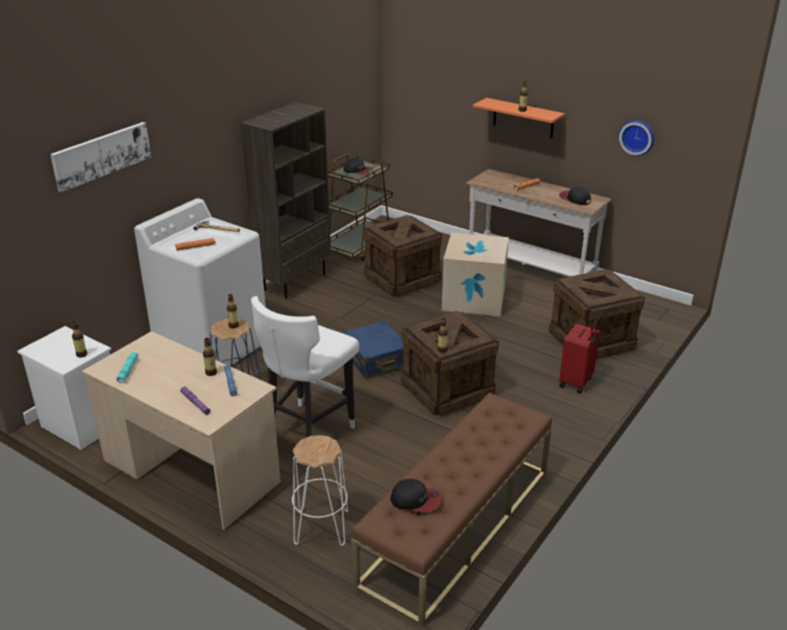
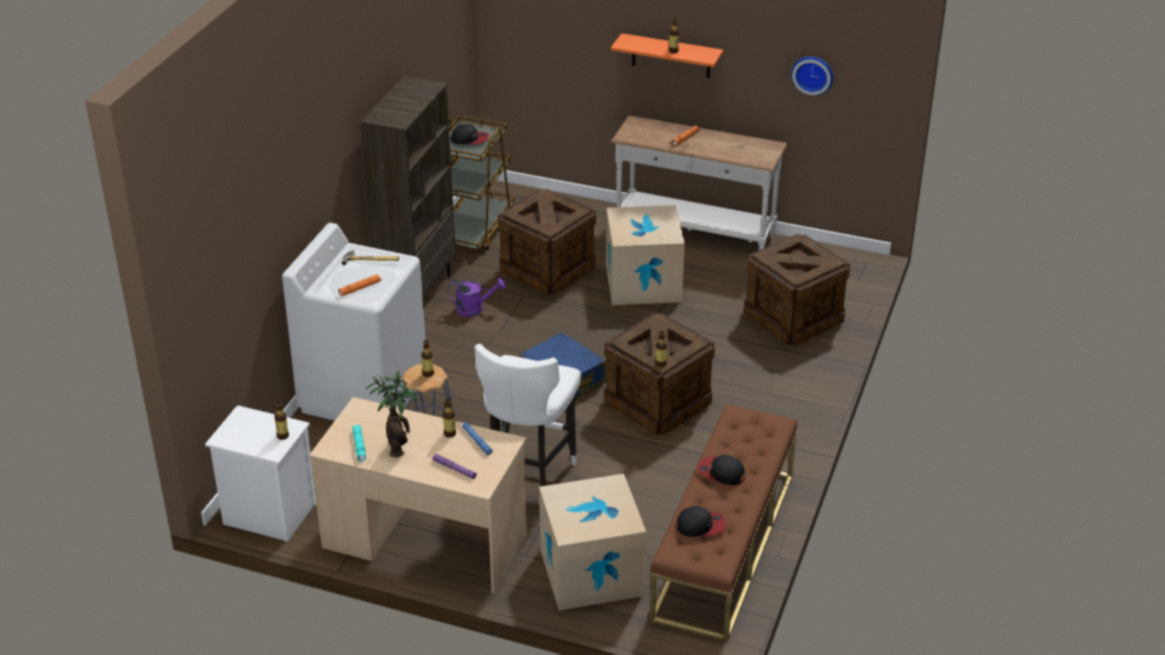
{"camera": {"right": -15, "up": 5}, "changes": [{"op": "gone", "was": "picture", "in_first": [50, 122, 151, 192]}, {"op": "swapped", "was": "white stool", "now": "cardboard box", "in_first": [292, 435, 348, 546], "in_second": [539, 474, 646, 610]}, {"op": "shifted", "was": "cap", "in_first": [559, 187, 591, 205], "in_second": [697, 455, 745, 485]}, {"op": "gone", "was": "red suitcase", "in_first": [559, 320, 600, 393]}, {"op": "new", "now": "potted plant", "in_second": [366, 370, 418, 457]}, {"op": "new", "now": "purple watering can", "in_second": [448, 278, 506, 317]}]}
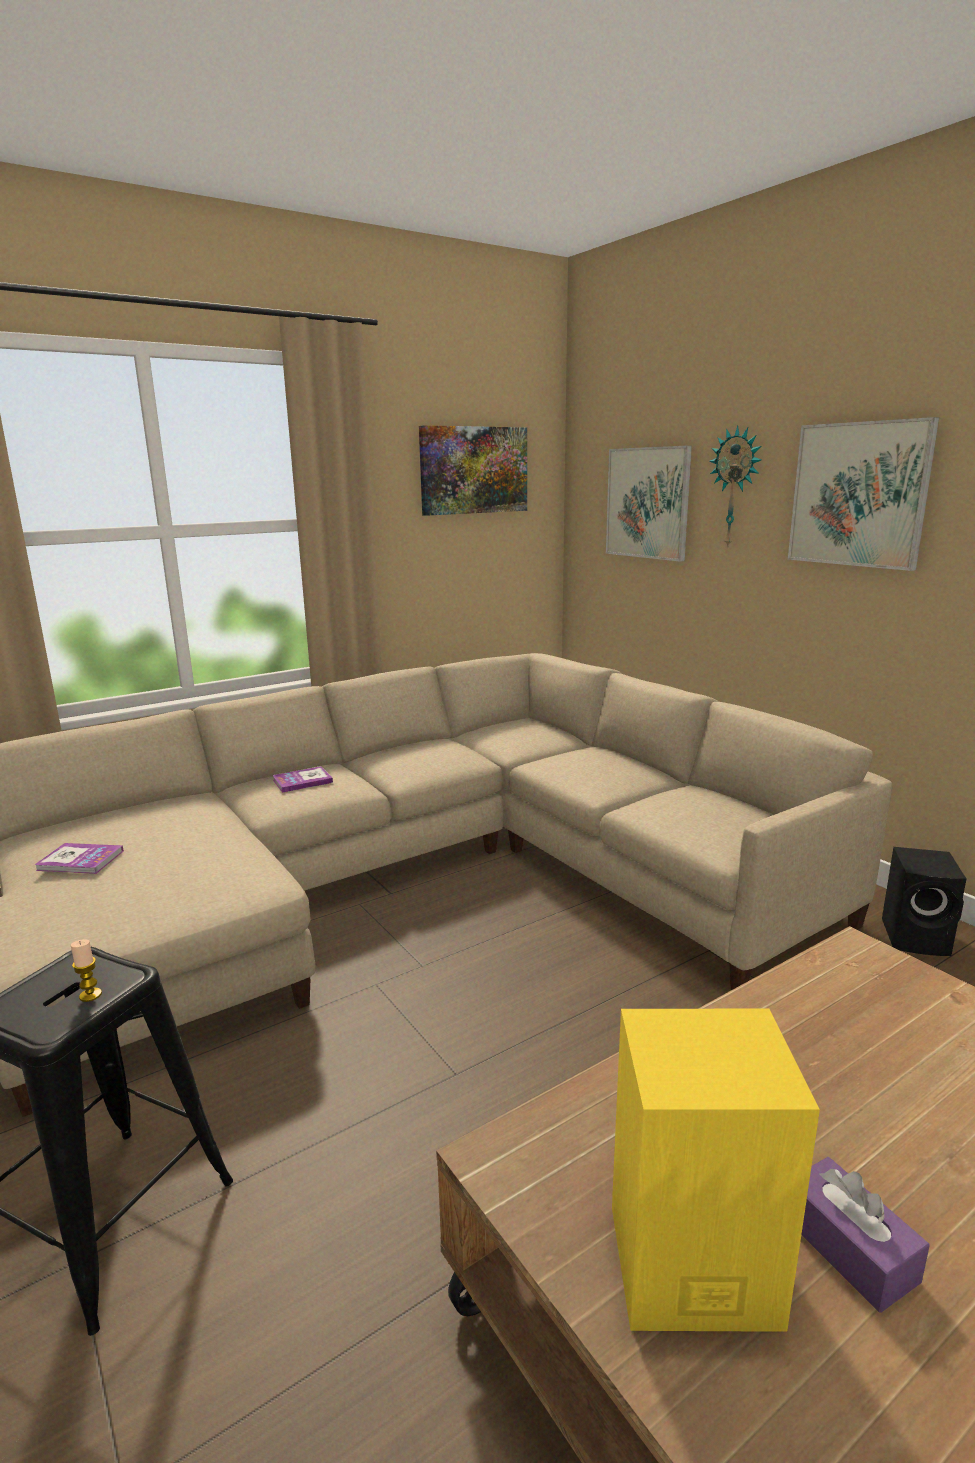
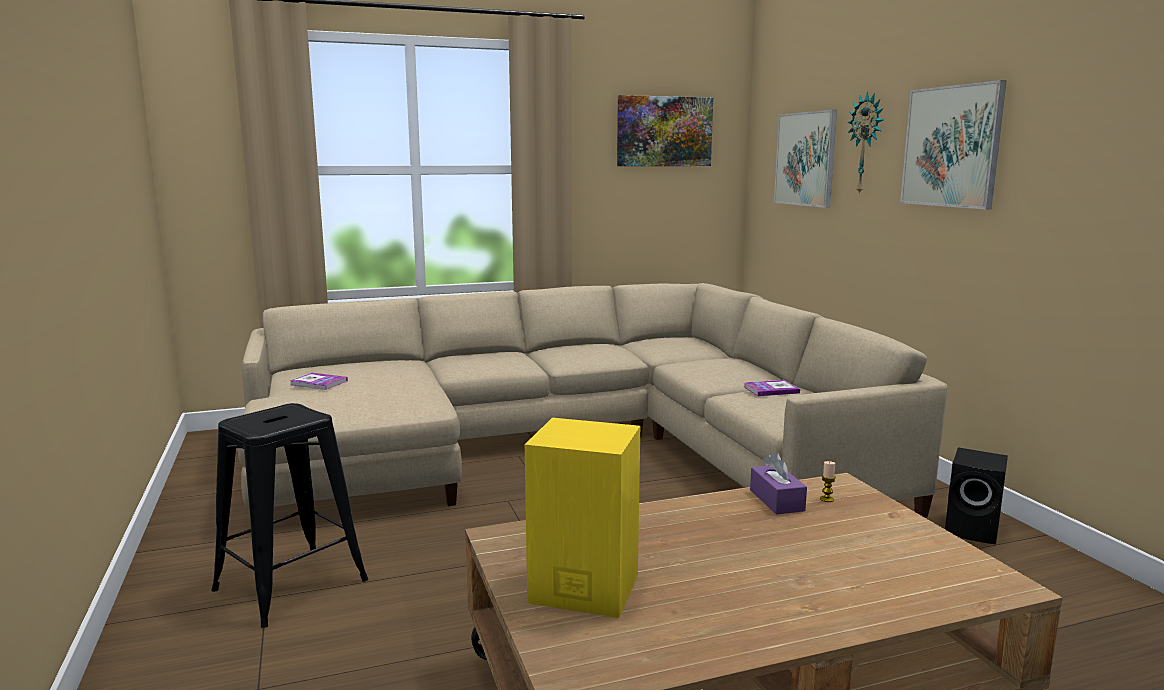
{"camera": {"right": 15, "up": -5}, "changes": [{"op": "shifted", "was": "candle", "in_first": [71, 939, 102, 1002], "in_second": [820, 461, 836, 502]}, {"op": "shifted", "was": "book", "in_first": [272, 766, 333, 793], "in_second": [743, 380, 800, 396]}, {"op": "shifted", "was": "purple tissue box", "in_first": [802, 1157, 930, 1313], "in_second": [750, 453, 807, 514]}]}
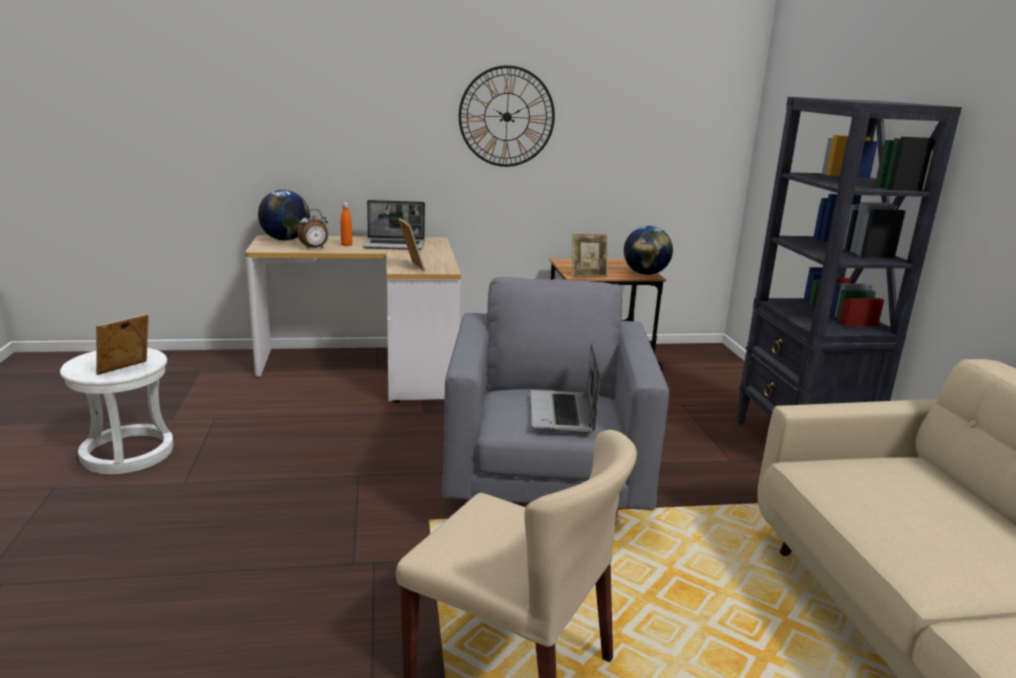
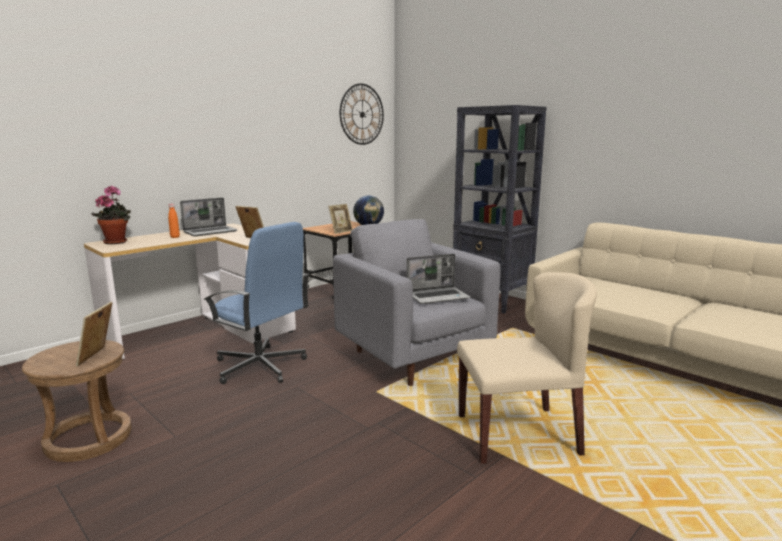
{"camera": {"right": -35, "up": -5}, "changes": [{"op": "repainted", "was": "white stool", "now": "brown stool", "in_first": [60, 348, 174, 474], "in_second": [22, 340, 132, 462]}, {"op": "swapped", "was": "globe", "now": "potted plant", "in_first": [258, 190, 310, 241], "in_second": [92, 186, 131, 244]}, {"op": "gone", "was": "alarm clock", "in_first": [298, 209, 328, 249]}, {"op": "shifted", "was": "wall clock", "in_first": [459, 65, 555, 167], "in_second": [340, 84, 384, 145]}, {"op": "rotated", "was": "laptop", "in_first": [531, 343, 600, 433], "in_second": [406, 254, 471, 304], "clockwise": -75}, {"op": "new", "now": "blue office chair", "in_second": [204, 222, 309, 384]}]}
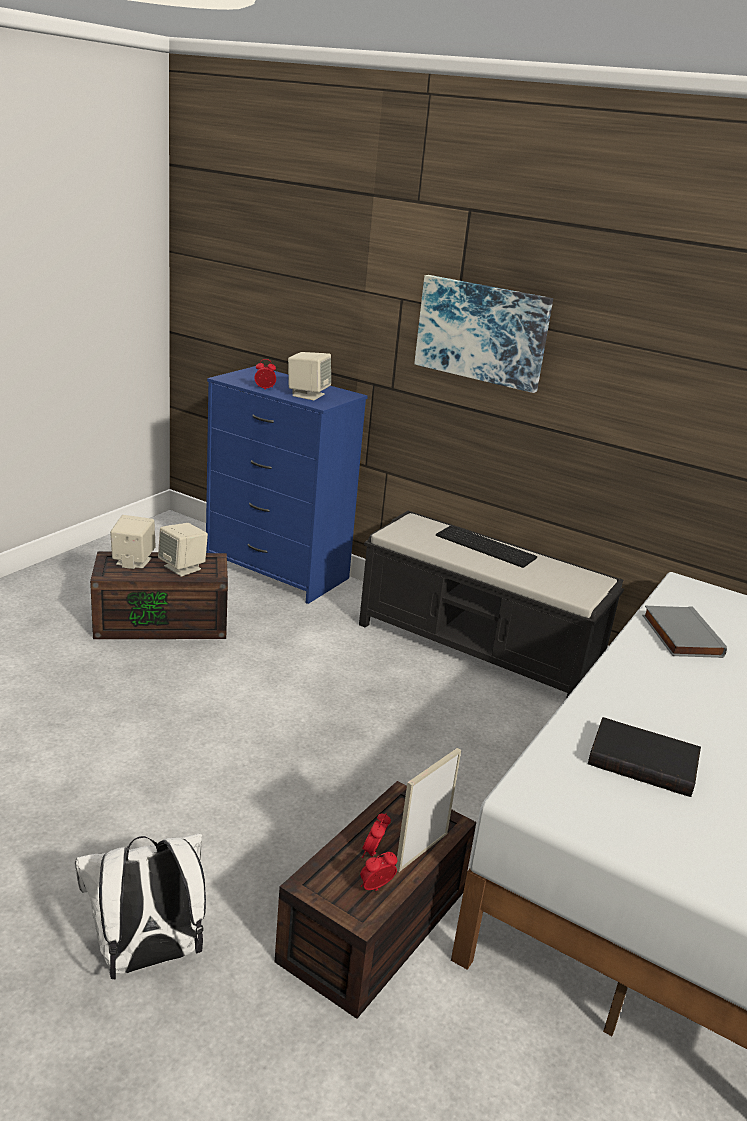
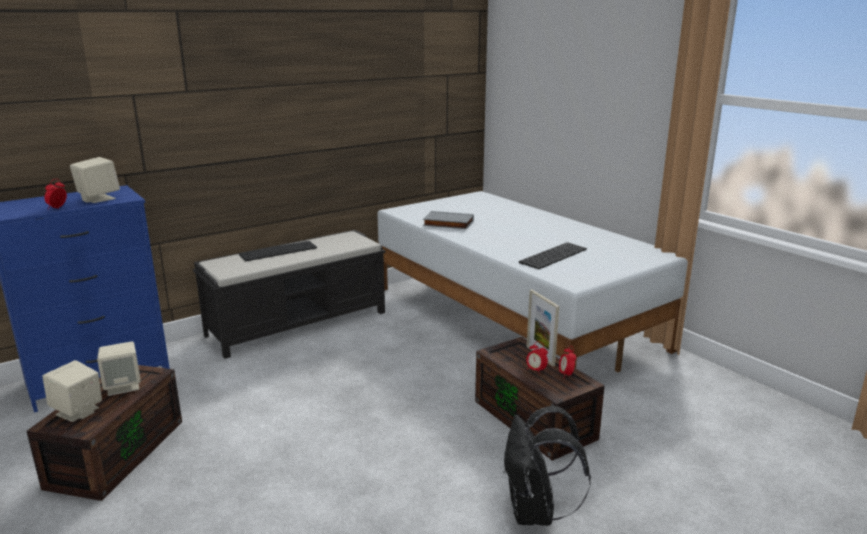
{"camera": {"right": -65, "up": -5}, "changes": [{"op": "repainted", "was": "white backpack", "now": "black backpack", "in_first": [75, 833, 206, 980], "in_second": [504, 406, 591, 526]}, {"op": "gone", "was": "picture", "in_first": [414, 275, 553, 393]}, {"op": "swapped", "was": "black book", "now": "keyboard", "in_first": [588, 717, 701, 797], "in_second": [519, 242, 587, 269]}]}
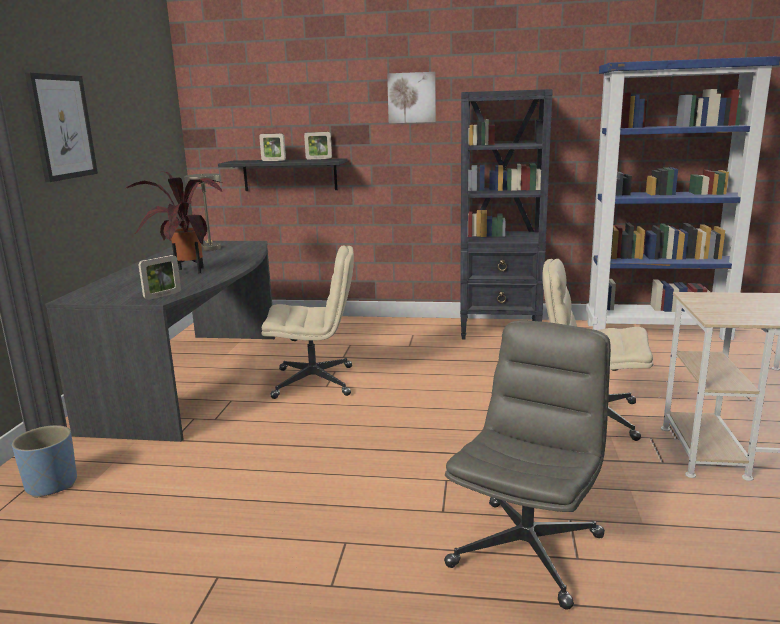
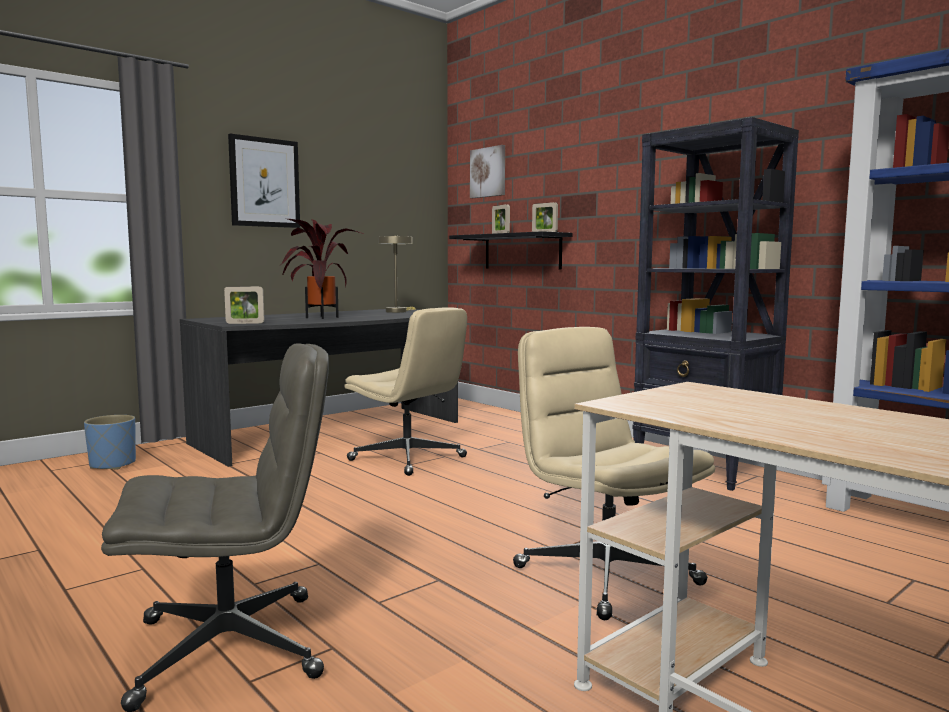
{"camera": {"right": 40, "up": -10}, "changes": [{"op": "shifted", "was": "picture", "in_first": [387, 72, 436, 123], "in_second": [470, 145, 505, 198]}]}
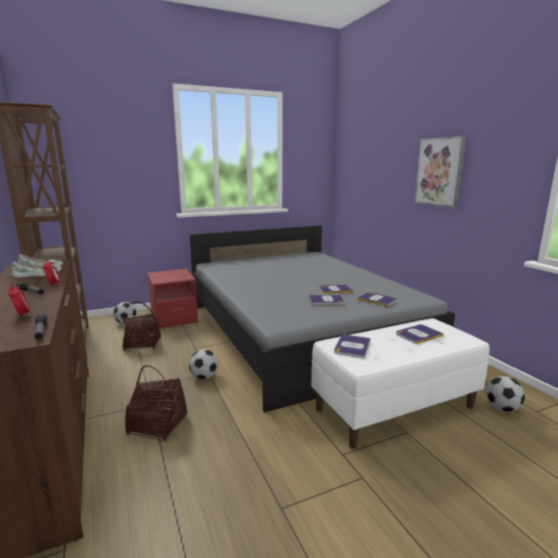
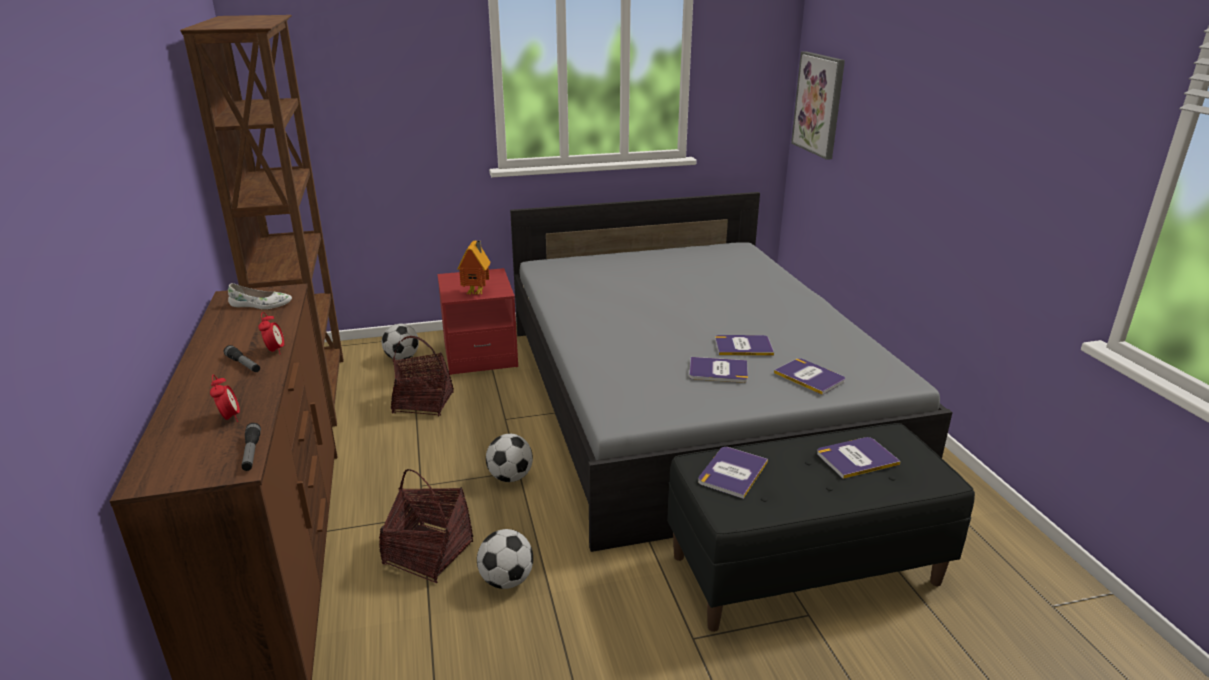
{"camera": {"right": 10, "up": 10}, "changes": [{"op": "gone", "was": "white shoe", "in_first": [12, 261, 62, 278]}, {"op": "repainted", "was": "white bench", "now": "black bench", "in_first": [311, 318, 489, 449], "in_second": [667, 423, 975, 632]}, {"op": "shifted", "was": "picture", "in_first": [415, 136, 466, 208], "in_second": [791, 51, 845, 160]}, {"op": "shifted", "was": "football", "in_first": [486, 376, 525, 412], "in_second": [477, 529, 533, 589]}, {"op": "new", "now": "toy house", "in_second": [457, 240, 490, 295]}]}
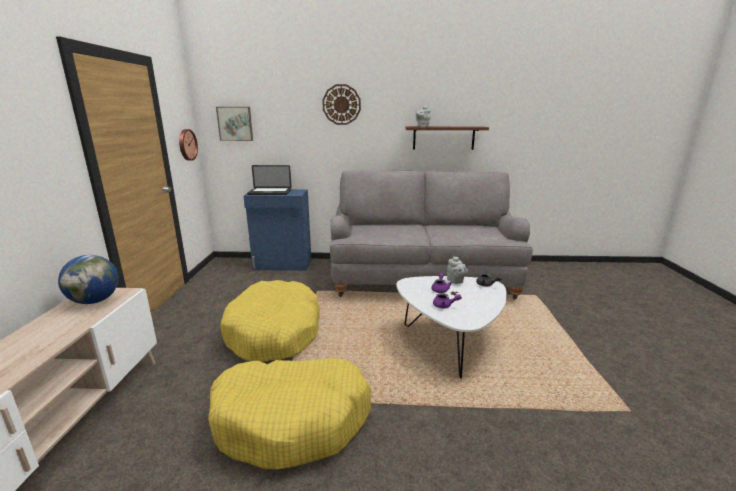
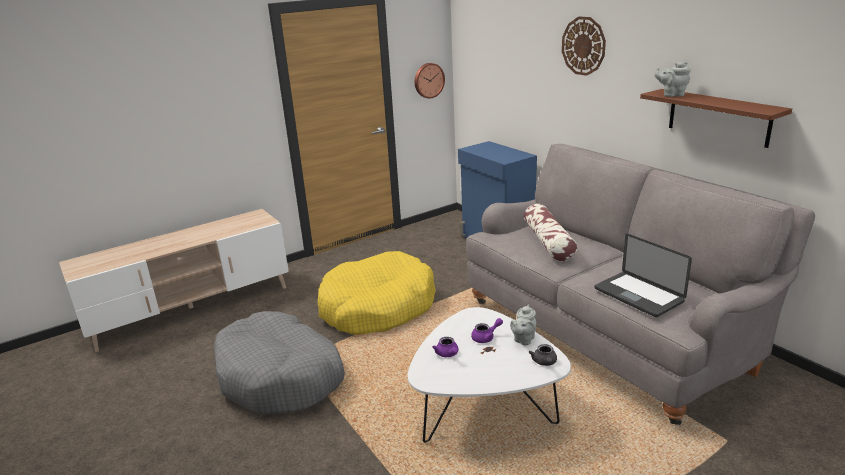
{"camera": {"right": 55, "up": 5}, "changes": [{"op": "gone", "was": "globe", "in_first": [58, 255, 119, 304]}, {"op": "repainted", "was": "yellow dog bed", "now": "grey dog bed", "in_first": [208, 358, 371, 469], "in_second": [214, 311, 345, 414]}, {"op": "gone", "was": "picture", "in_first": [216, 107, 253, 141]}, {"op": "shifted", "was": "laptop", "in_first": [247, 165, 292, 195], "in_second": [595, 234, 692, 317]}, {"op": "new", "now": "pillow", "in_second": [524, 204, 577, 261]}]}
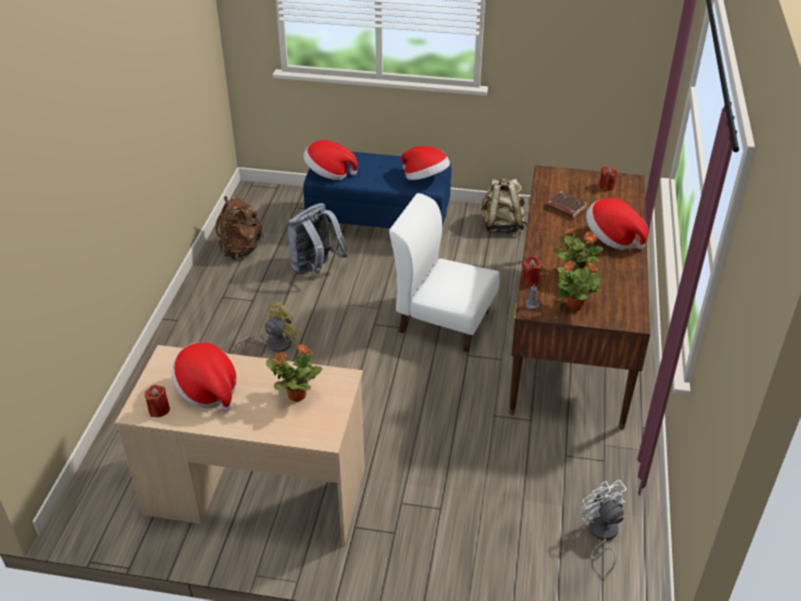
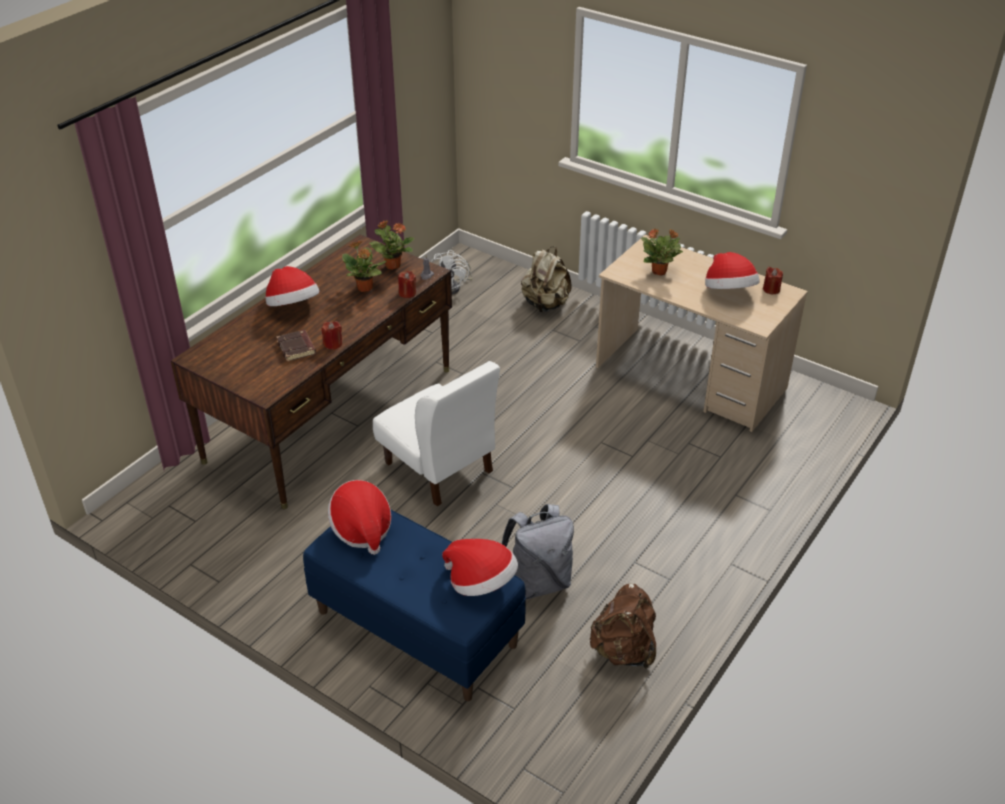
{"camera": {"right": -155, "up": 0}, "changes": [{"op": "gone", "was": "yellow fan", "in_first": [235, 301, 301, 352]}, {"op": "shifted", "was": "beige backpack", "in_first": [481, 178, 527, 233], "in_second": [521, 246, 572, 312]}, {"op": "shifted", "was": "red candle", "in_first": [599, 165, 617, 191], "in_second": [321, 321, 342, 350]}]}
